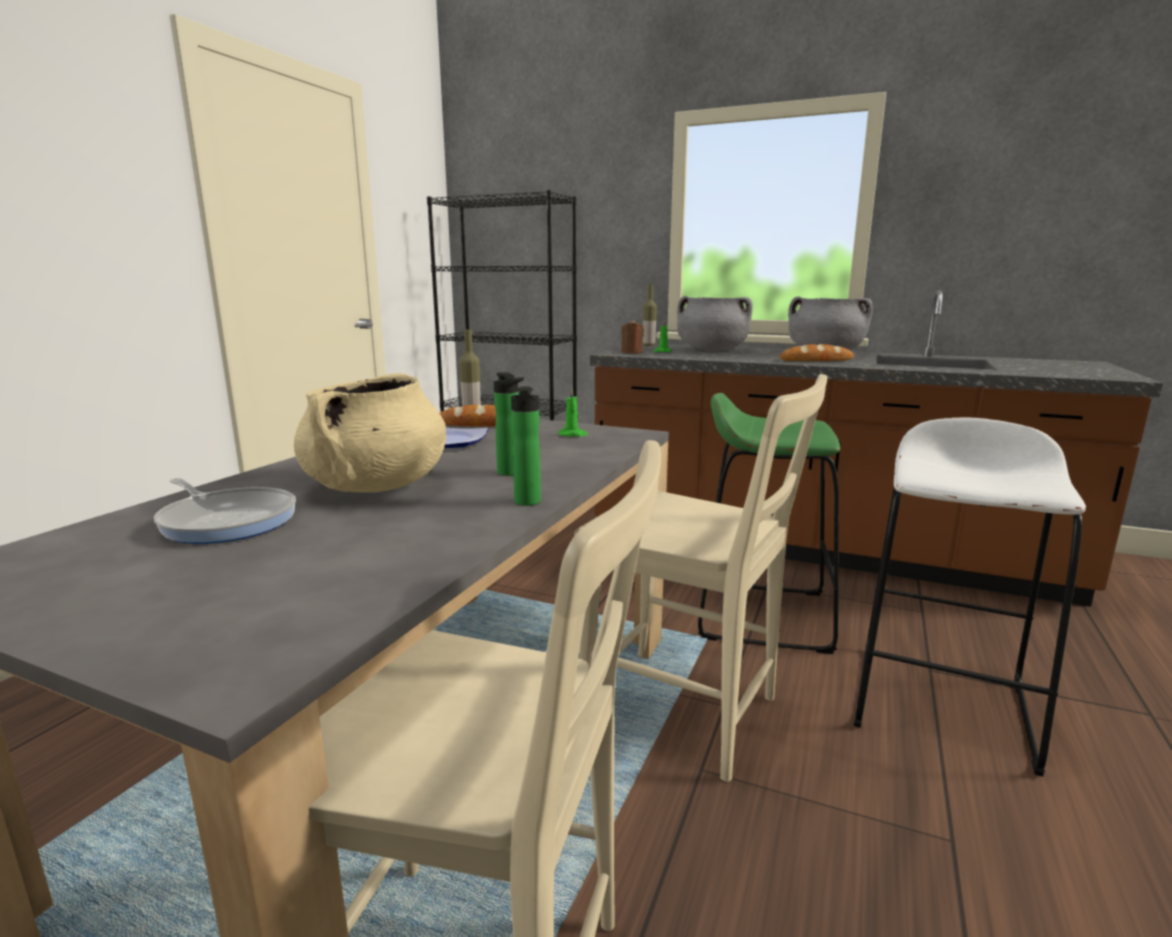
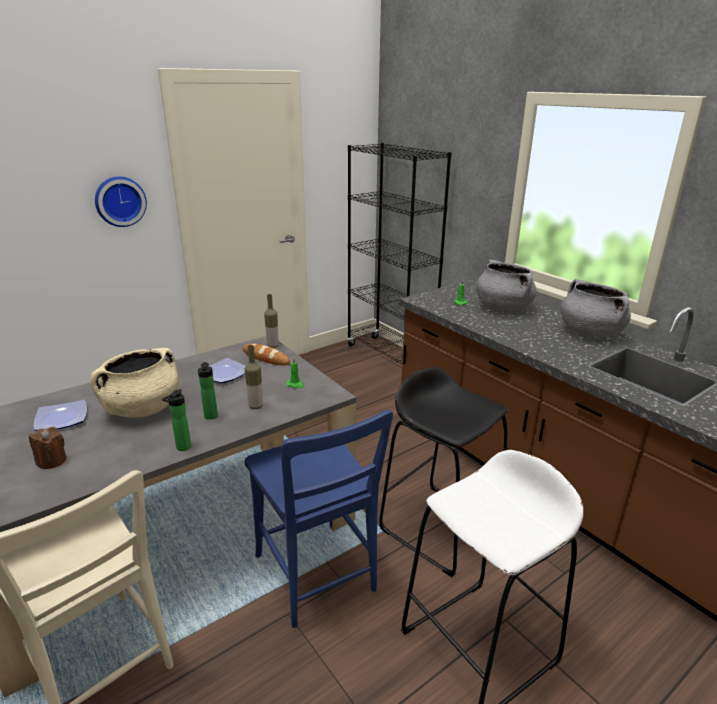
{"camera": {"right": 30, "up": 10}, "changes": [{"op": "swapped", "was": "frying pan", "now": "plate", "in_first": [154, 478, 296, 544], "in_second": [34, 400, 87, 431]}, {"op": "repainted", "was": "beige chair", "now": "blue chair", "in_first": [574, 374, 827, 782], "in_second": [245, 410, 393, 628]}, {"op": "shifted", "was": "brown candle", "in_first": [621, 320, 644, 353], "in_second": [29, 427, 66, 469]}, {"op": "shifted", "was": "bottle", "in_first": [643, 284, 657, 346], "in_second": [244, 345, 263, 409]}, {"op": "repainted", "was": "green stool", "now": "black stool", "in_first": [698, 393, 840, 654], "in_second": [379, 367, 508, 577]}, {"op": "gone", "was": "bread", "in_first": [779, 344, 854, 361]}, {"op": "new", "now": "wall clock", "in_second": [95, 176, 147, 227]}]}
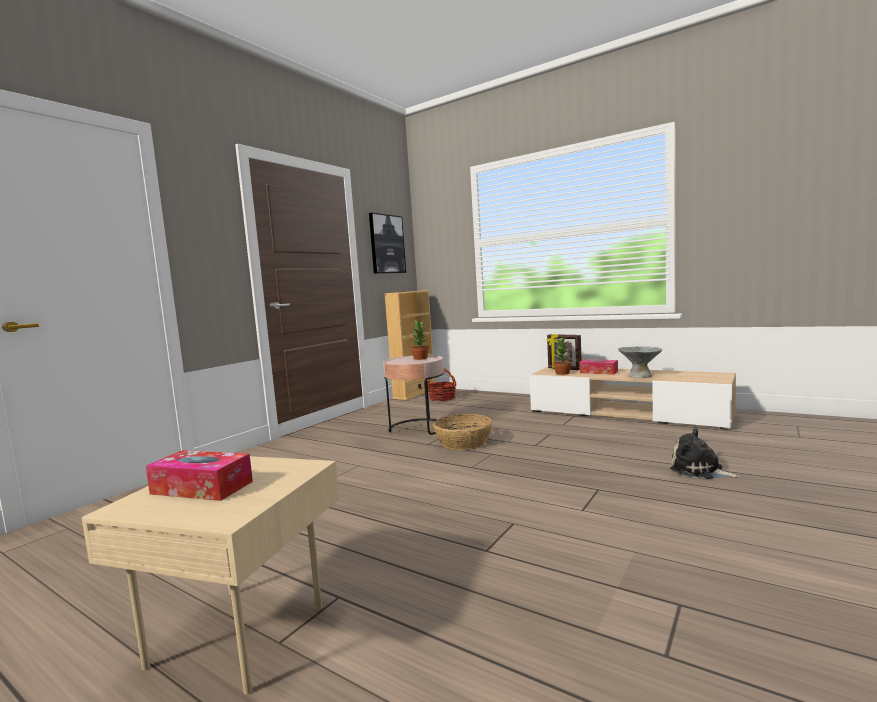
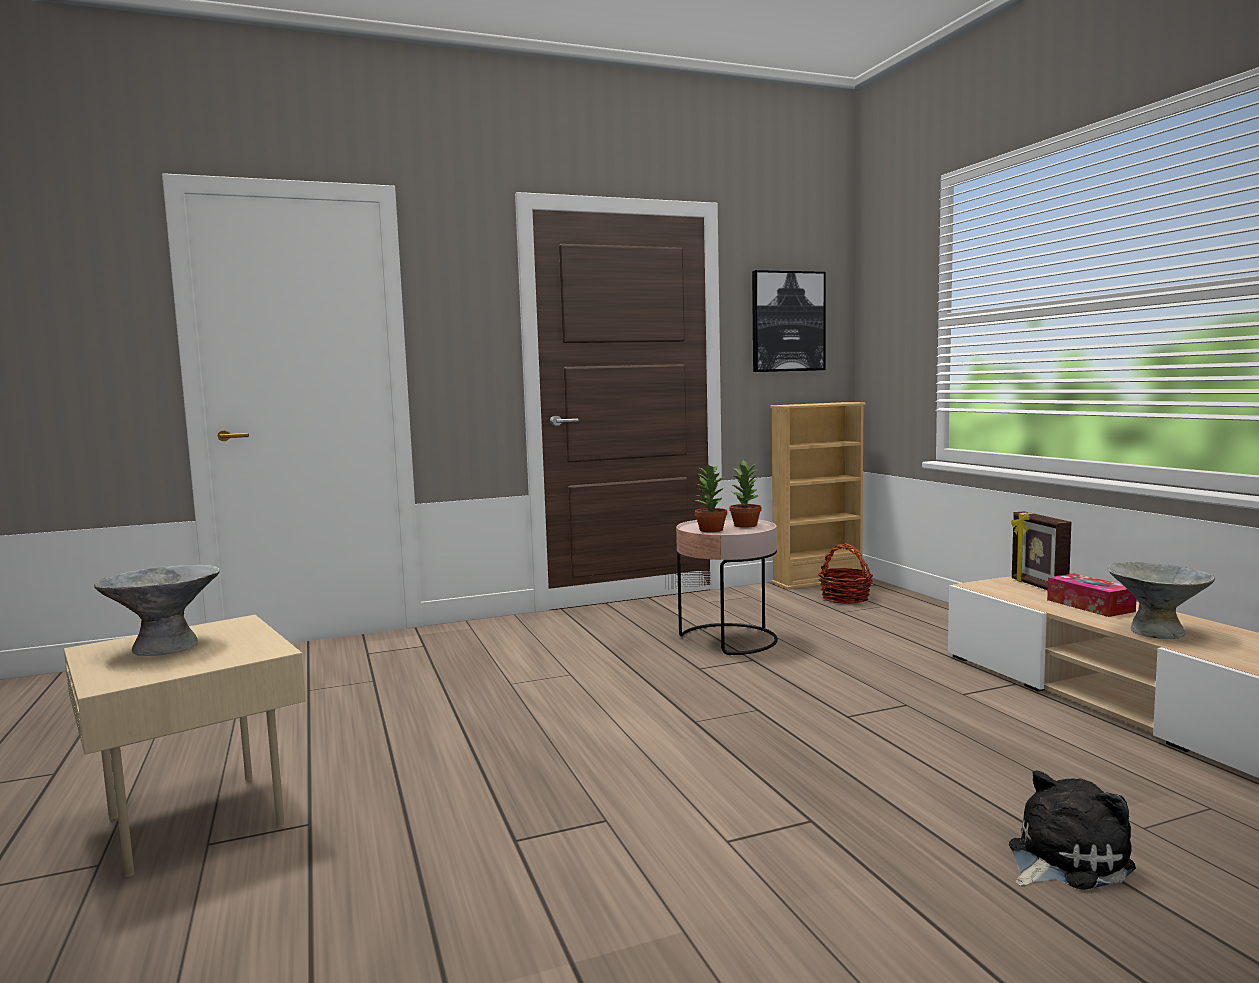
{"camera": {"right": 35, "up": 0}, "changes": [{"op": "swapped", "was": "tissue box", "now": "grey bowl", "in_first": [146, 450, 253, 501], "in_second": [94, 565, 220, 656]}, {"op": "gone", "was": "basket", "in_first": [433, 414, 493, 450]}, {"op": "shifted", "was": "potted plant", "in_first": [553, 337, 572, 375], "in_second": [695, 464, 727, 532]}, {"op": "rotated", "was": "plush toy", "in_first": [670, 429, 741, 479], "in_second": [1009, 770, 1136, 890], "clockwise": 75}]}
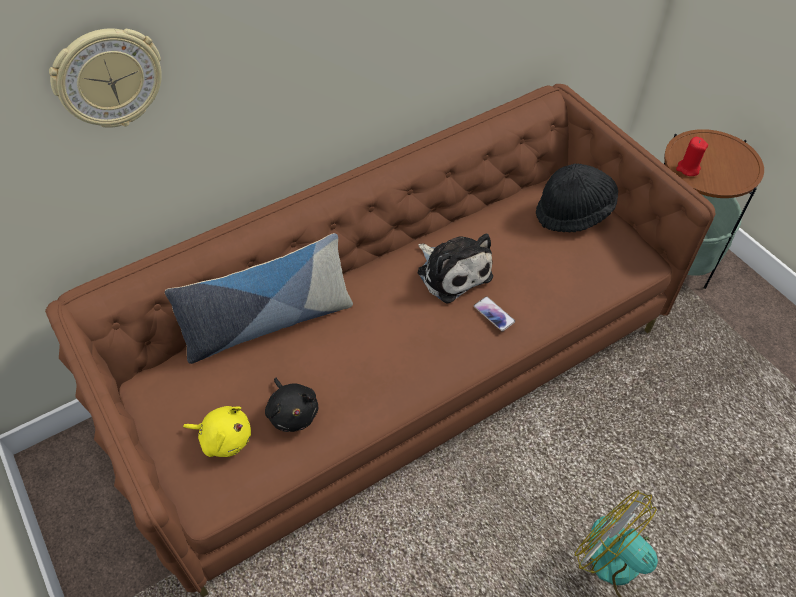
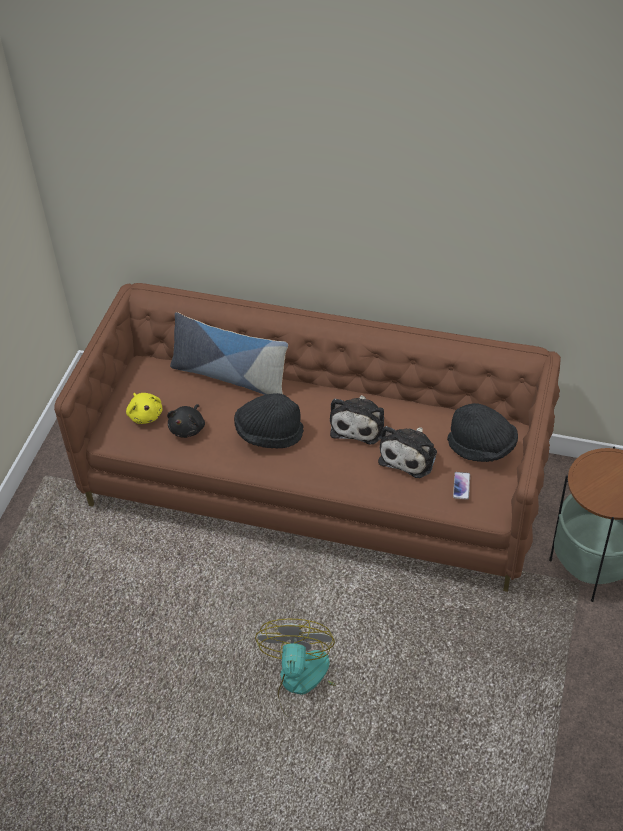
{"camera": {"right": 50, "up": -5}, "changes": [{"op": "gone", "was": "wall clock", "in_first": [49, 29, 162, 128]}, {"op": "shifted", "was": "phone", "in_first": [473, 296, 515, 332], "in_second": [453, 472, 470, 500]}, {"op": "gone", "was": "red candle", "in_first": [676, 137, 708, 176]}, {"op": "new", "now": "black hat", "in_second": [234, 393, 304, 448]}, {"op": "new", "now": "plush toy", "in_second": [378, 426, 437, 478]}]}
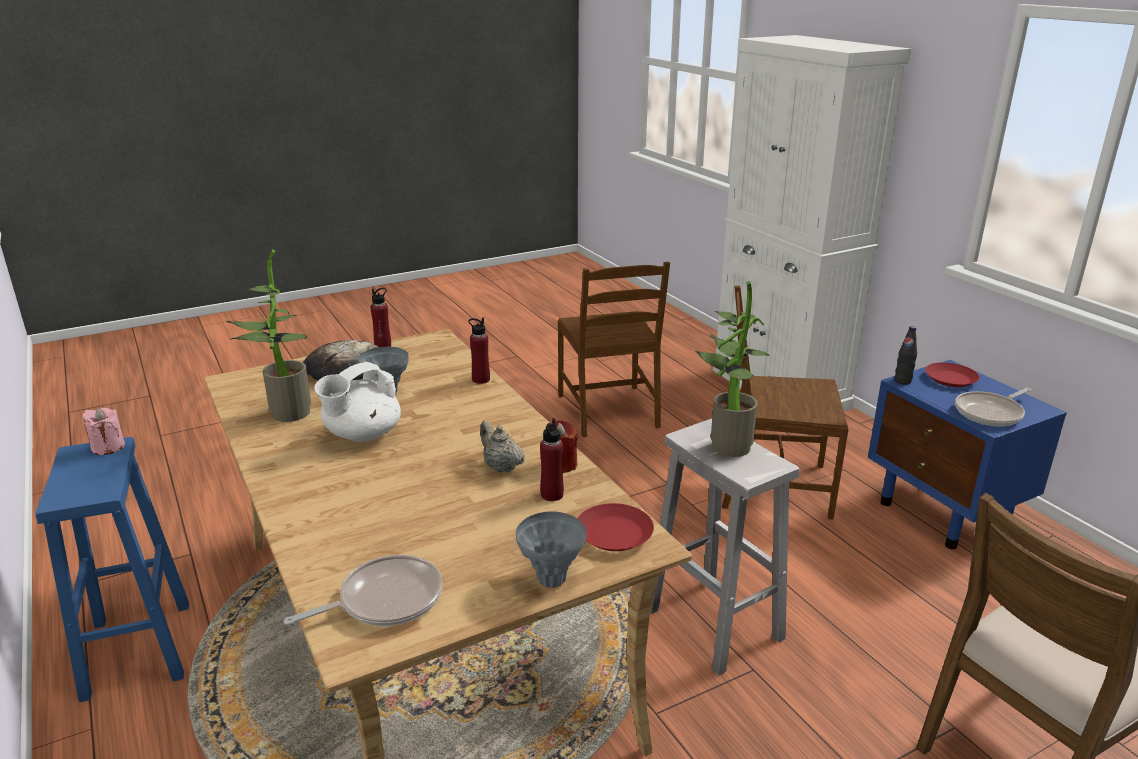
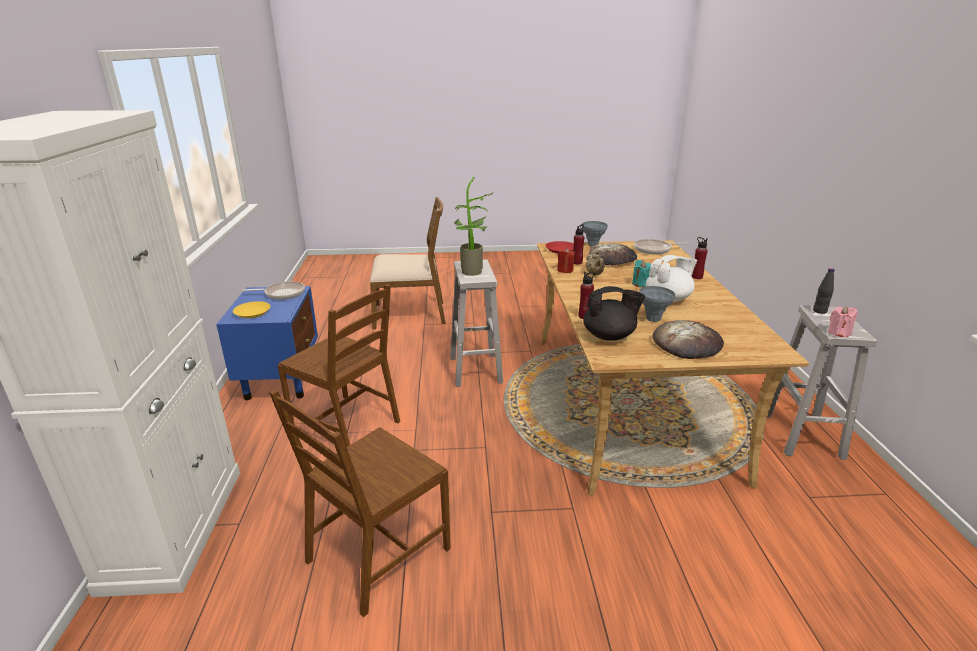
{"camera": {"right": -155, "up": 0}, "changes": [{"op": "repainted", "was": "blue stool", "now": "white stool", "in_first": [35, 437, 189, 702], "in_second": [768, 305, 877, 460]}, {"op": "gone", "was": "potted plant", "in_first": [226, 250, 311, 422]}, {"op": "shifted", "was": "red bottle", "in_first": [370, 288, 391, 347], "in_second": [692, 237, 708, 279]}, {"op": "rotated", "was": "brown chair", "in_first": [558, 262, 670, 437], "in_second": [269, 389, 451, 617], "clockwise": -150}, {"op": "shifted", "was": "black bottle", "in_first": [894, 326, 917, 385], "in_second": [813, 268, 835, 314]}, {"op": "repainted", "was": "red plate", "now": "yellow plate", "in_first": [925, 362, 980, 387], "in_second": [233, 301, 270, 318]}, {"op": "new", "now": "black teapot", "in_second": [583, 286, 645, 341]}, {"op": "new", "now": "bread", "in_second": [589, 243, 637, 266]}, {"op": "new", "now": "turquoise candle", "in_second": [632, 260, 651, 287]}]}
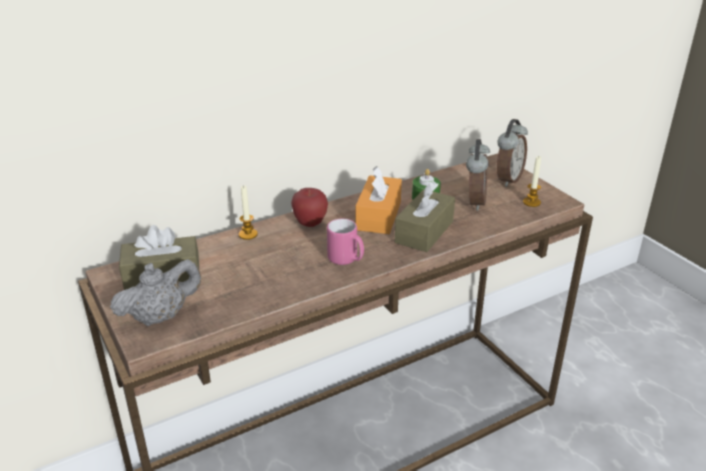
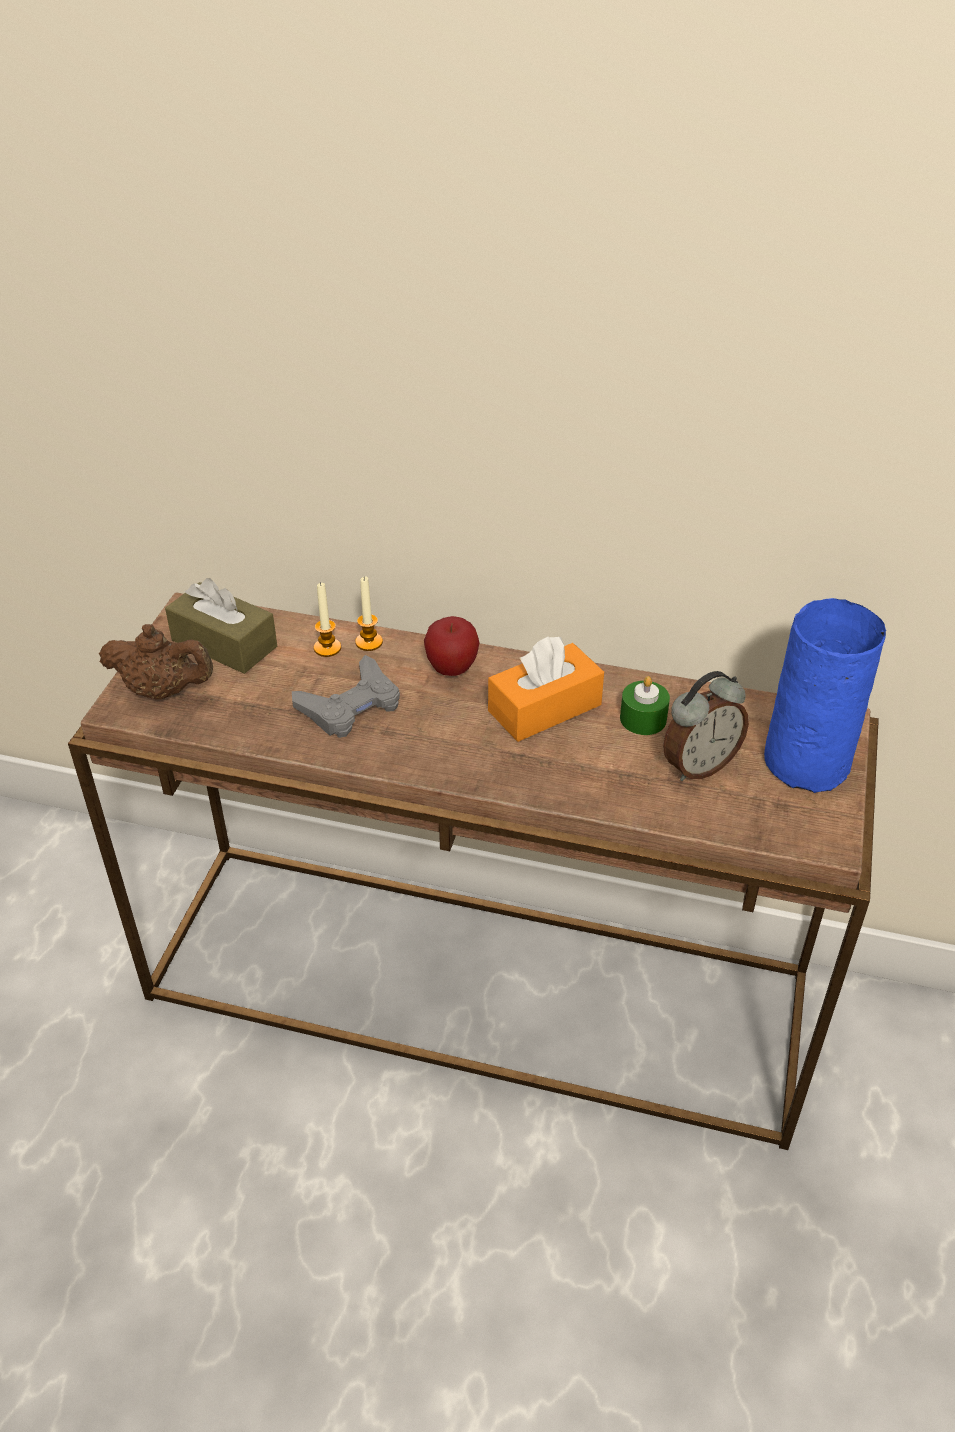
{"camera": {"right": 45, "up": 10}, "changes": [{"op": "repainted", "was": "grey teapot", "now": "brown teapot", "in_first": [110, 259, 201, 326], "in_second": [99, 624, 213, 700]}, {"op": "gone", "was": "pink mug", "in_first": [327, 219, 364, 265]}, {"op": "gone", "was": "brown tissue box", "in_first": [395, 181, 455, 252]}, {"op": "swapped", "was": "alarm clock", "now": "blue vase", "in_first": [497, 119, 528, 187], "in_second": [764, 598, 886, 793]}, {"op": "shifted", "was": "candle", "in_first": [523, 156, 541, 207], "in_second": [314, 582, 341, 657]}, {"op": "new", "now": "grey game controller", "in_second": [292, 655, 400, 738]}]}
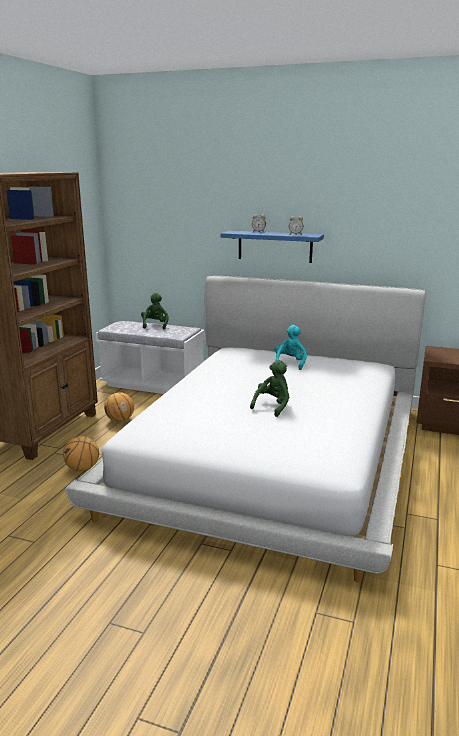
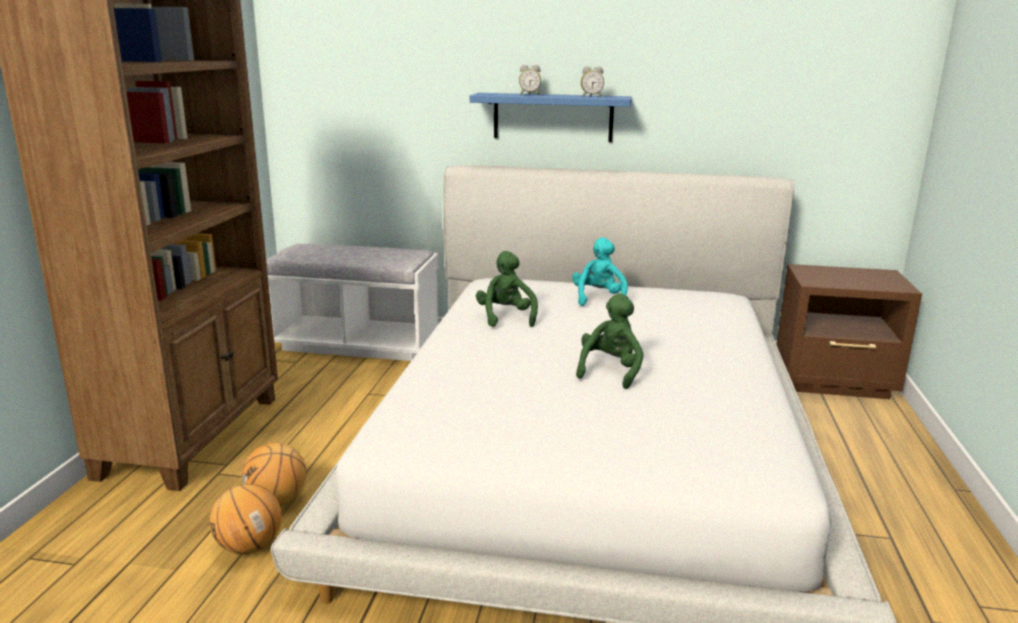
{"camera": {"right": -10, "up": 0}, "changes": [{"op": "shifted", "was": "basketball", "in_first": [104, 392, 134, 422], "in_second": [209, 484, 282, 554]}, {"op": "shifted", "was": "green plush toy", "in_first": [141, 293, 169, 329], "in_second": [476, 251, 538, 327]}]}
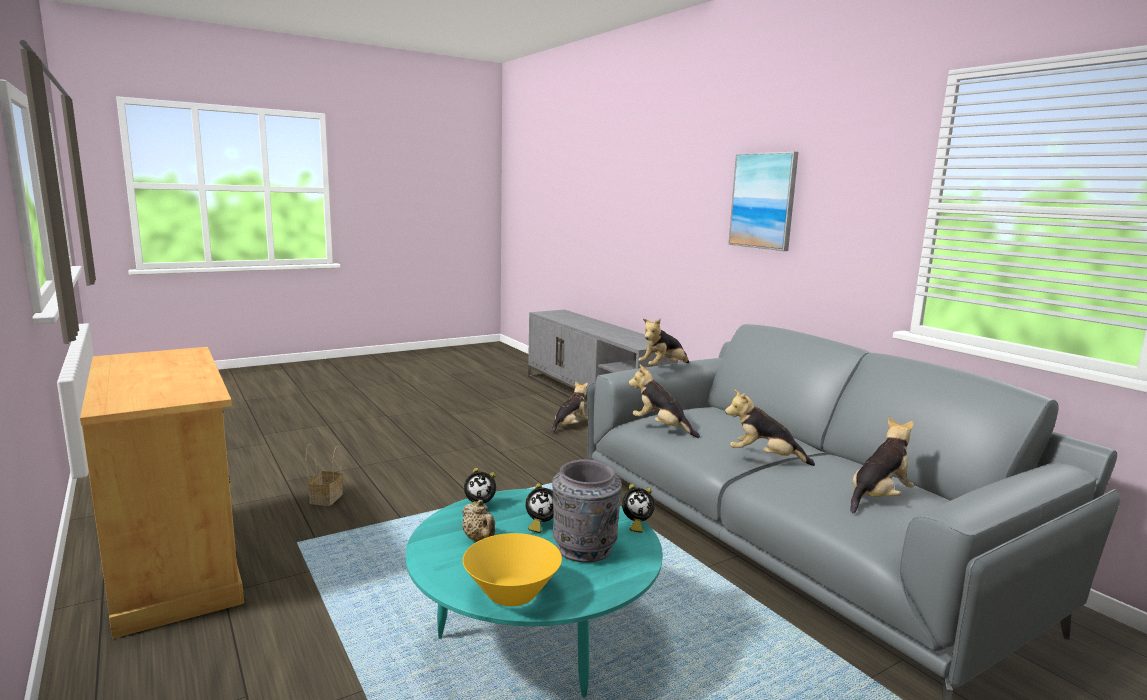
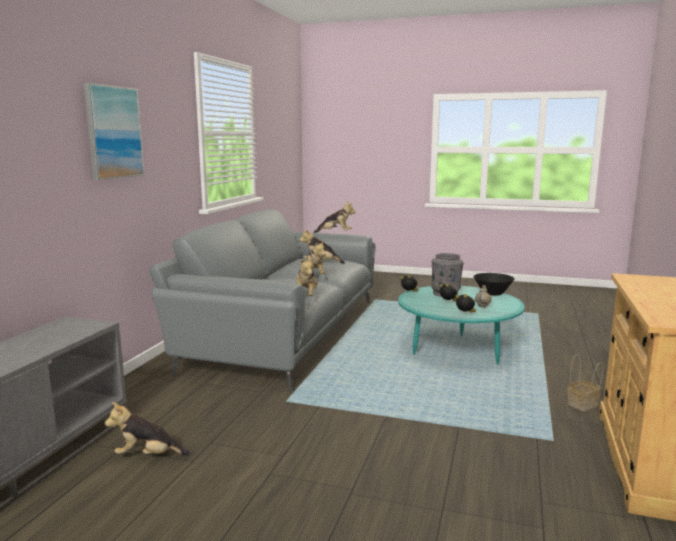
{"camera": {"right": -130, "up": 0}, "changes": [{"op": "shifted", "was": "basket", "in_first": [306, 444, 343, 506], "in_second": [567, 354, 603, 411]}, {"op": "repainted", "was": "yellow bowl", "now": "black bowl", "in_first": [463, 533, 562, 606], "in_second": [474, 273, 515, 295]}, {"op": "shifted", "was": "plush toy", "in_first": [639, 319, 689, 366], "in_second": [314, 202, 356, 233]}]}
